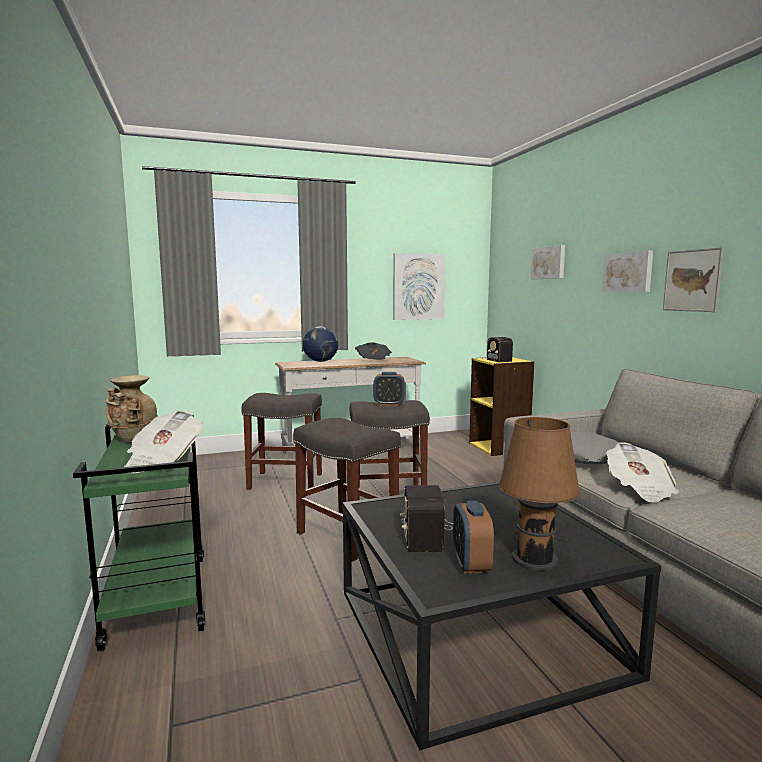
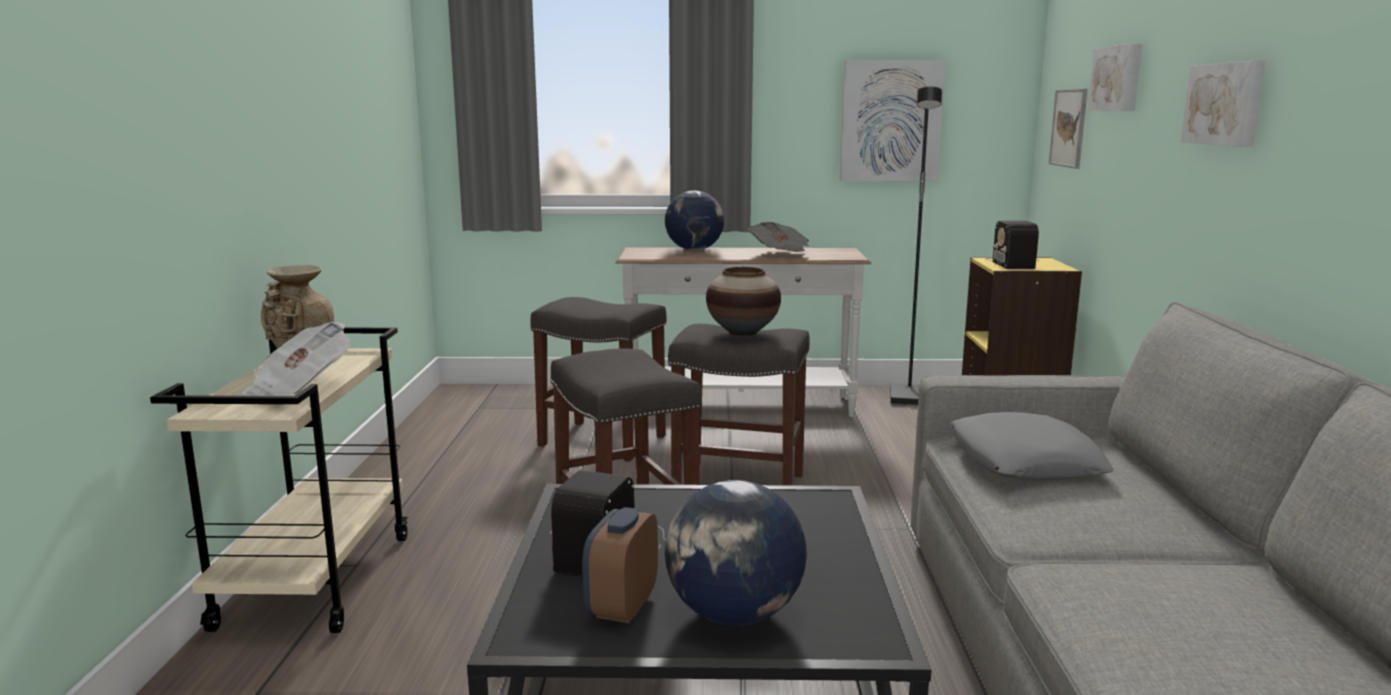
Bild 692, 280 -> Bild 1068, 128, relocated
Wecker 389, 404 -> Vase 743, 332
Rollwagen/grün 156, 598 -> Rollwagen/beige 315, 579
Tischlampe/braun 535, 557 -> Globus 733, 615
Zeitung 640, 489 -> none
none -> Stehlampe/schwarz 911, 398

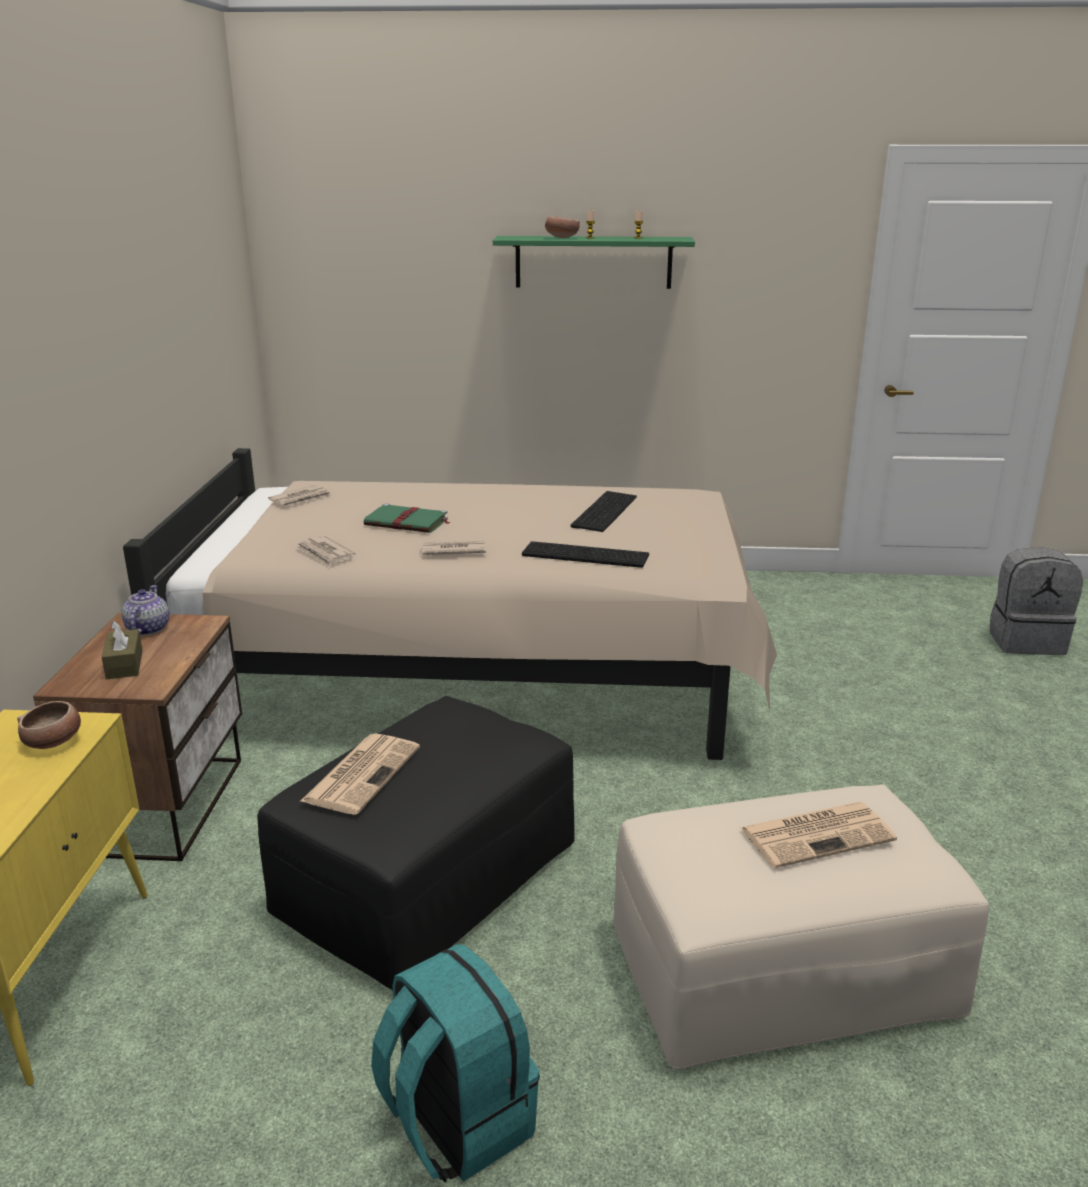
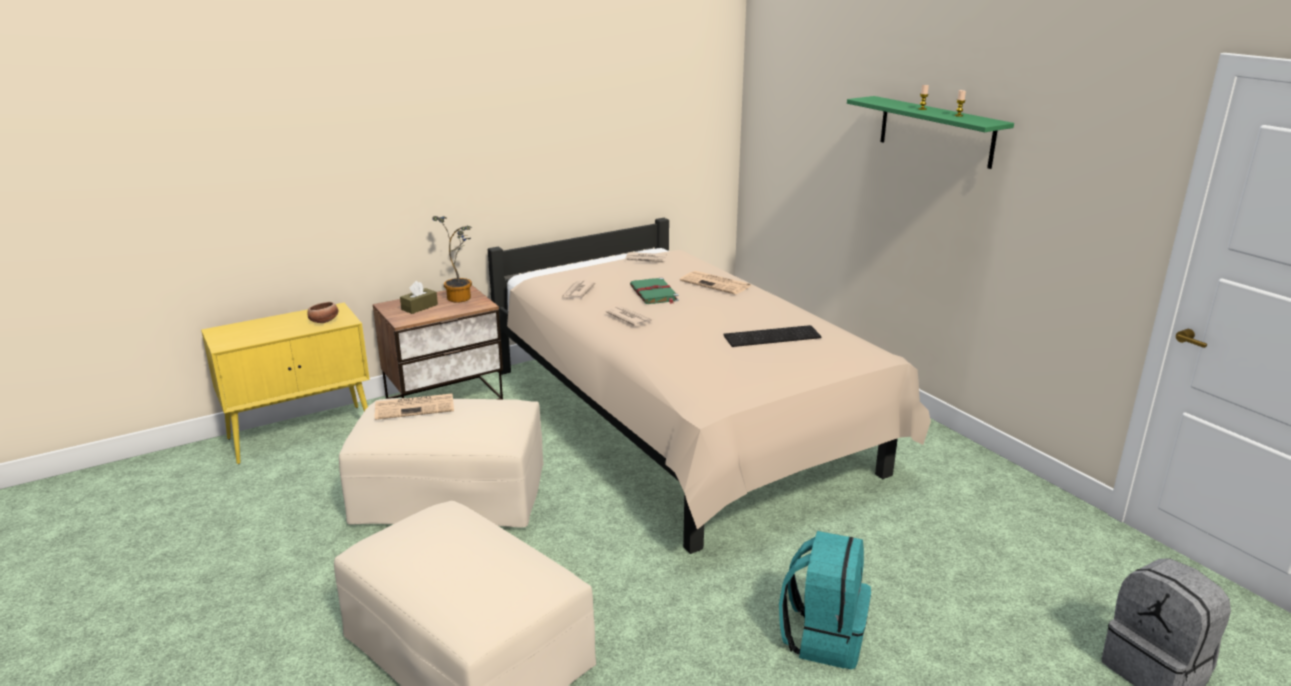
Schüssel 561, 238 -> none
Tastatur 583, 555 -> none
Teekanne 147, 629 -> Topfpflanze 460, 297
Polsterhocker/schwarz 427, 878 -> Polsterhocker/beige 451, 496
Zeitung 818, 834 -> Zeitung 716, 284, relocated
Rucksack/türkis 456, 1122 -> Rucksack/türkis 823, 637, relocated

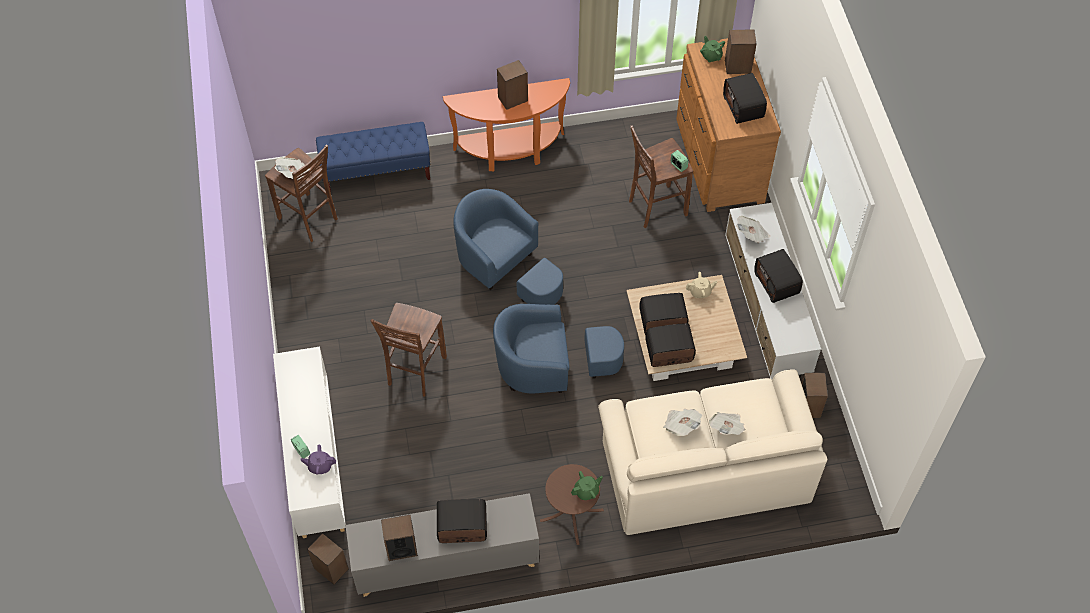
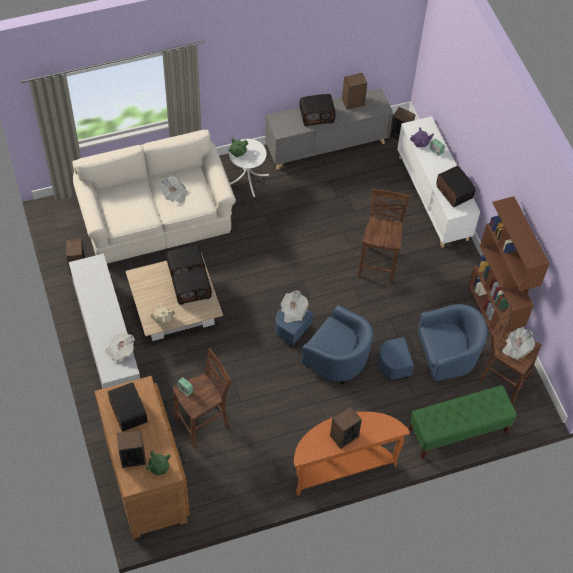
Bank/blau 377, 172 -> Bank/grün 458, 431
Radio 777, 283 -> Radio 453, 193, relocated
Sessel/blau 550, 366 -> Sessel/blau 434, 359, relocated
Zeitung 727, 427 -> Zeitung 293, 311, relocated
Beistelltisch/braun 571, 515 -> Beistelltisch/weiß 247, 179
none -> Bücherregal/braun 494, 315

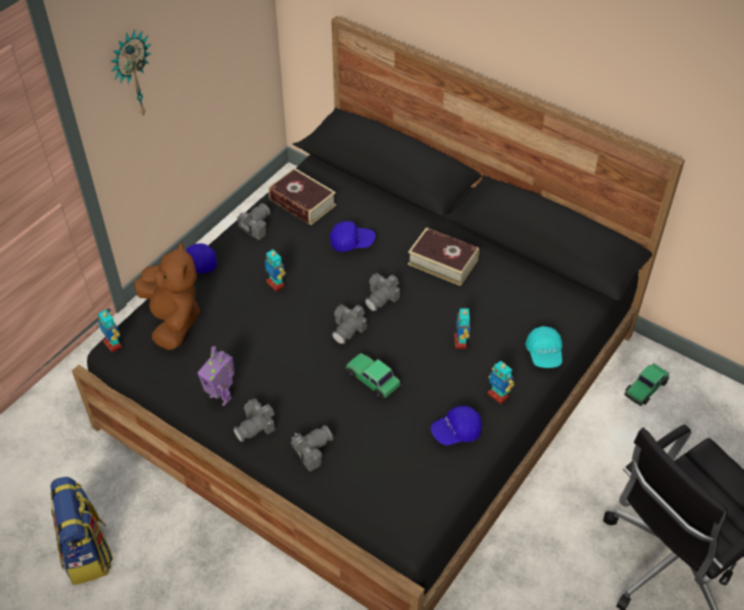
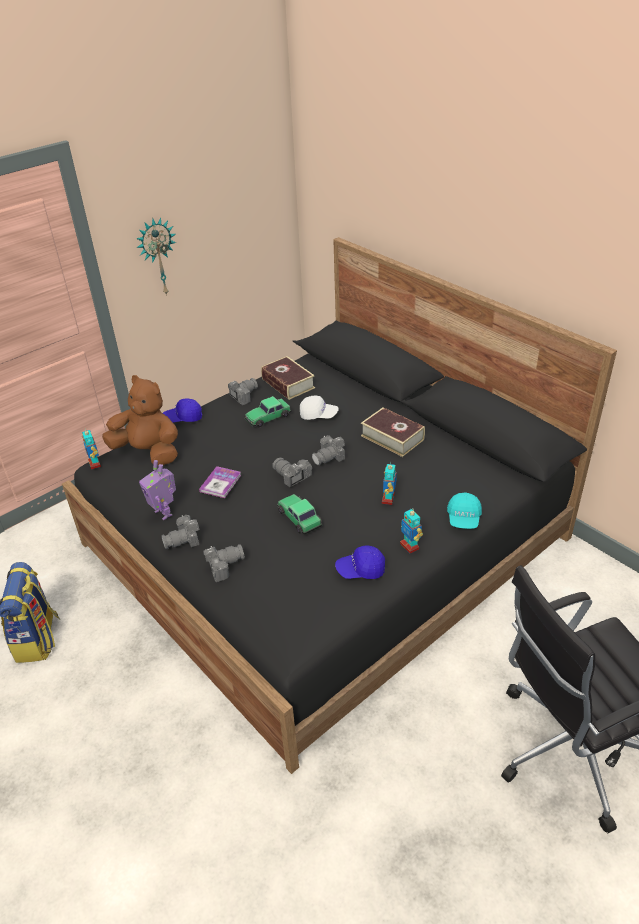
Kappe/blau 352, 242 -> Kappe/weiß 318, 415
Plüschtier/braun 173, 320 -> Plüschtier/braun 148, 452, 60 degrees counterclockwise
Spielzeugroboter 276, 284 -> none
Kamera 348, 329 -> Kamera 292, 476, 90 degrees clockwise
Spielzeugauto 645, 388 -> Spielzeugauto 268, 417, relocated
none -> Buch 220, 483

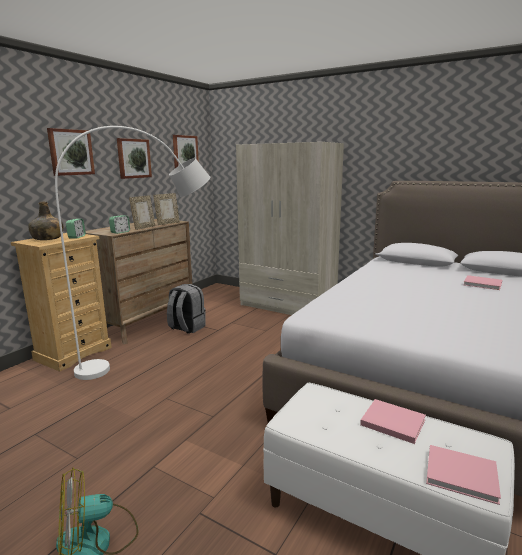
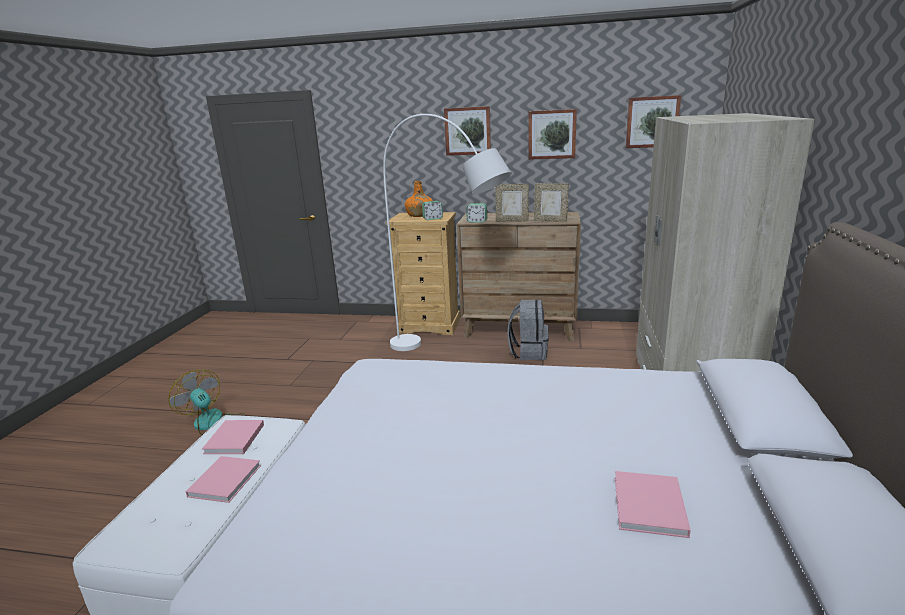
Flasche/grün 47, 238 -> Flasche/orange 419, 215
Buch/rosa 464, 476 -> Buch/rosa 234, 440, relocated

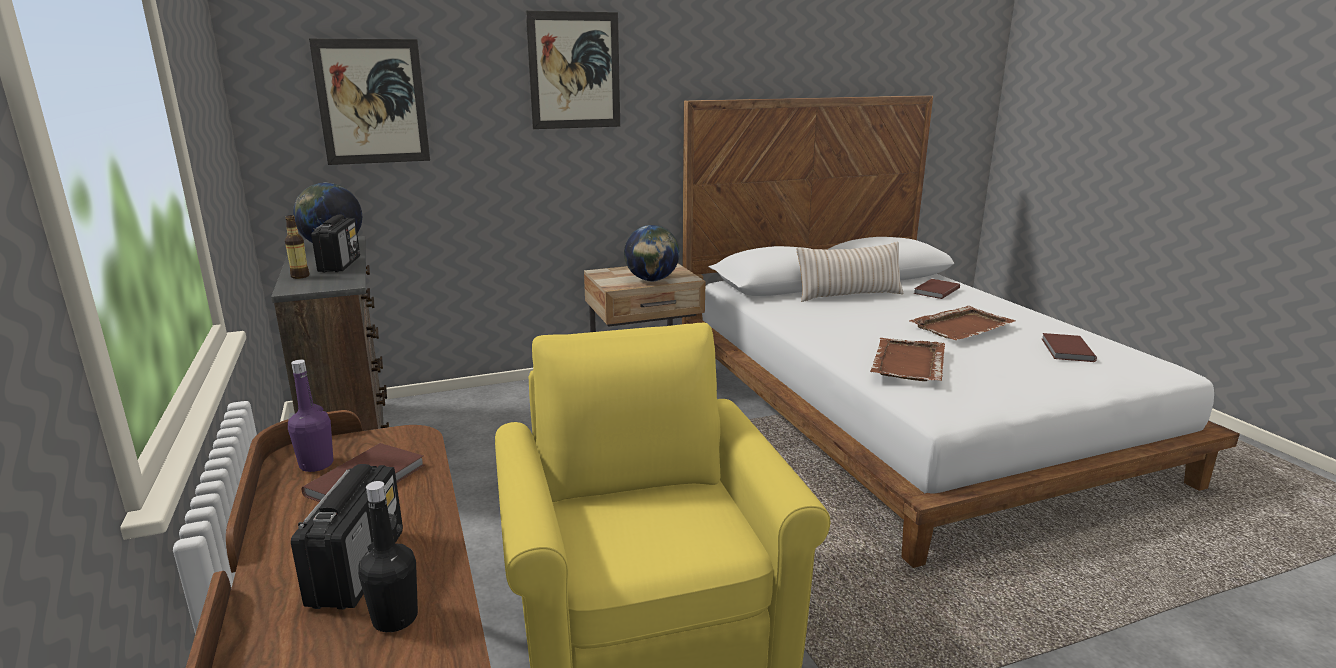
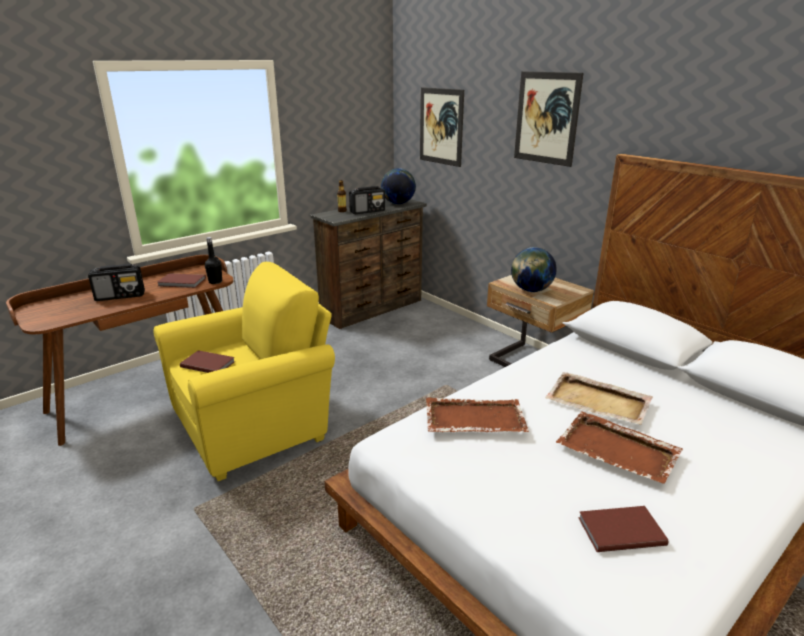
Kissen/beige 849, 295 -> none
Buch/braun 935, 291 -> Buch/braun 208, 364, relocated
Flasche/lila 316, 464 -> none
Flasche/schwarz 395, 618 -> Flasche/schwarz 215, 282, relocated
none -> Tablett/beige 599, 401

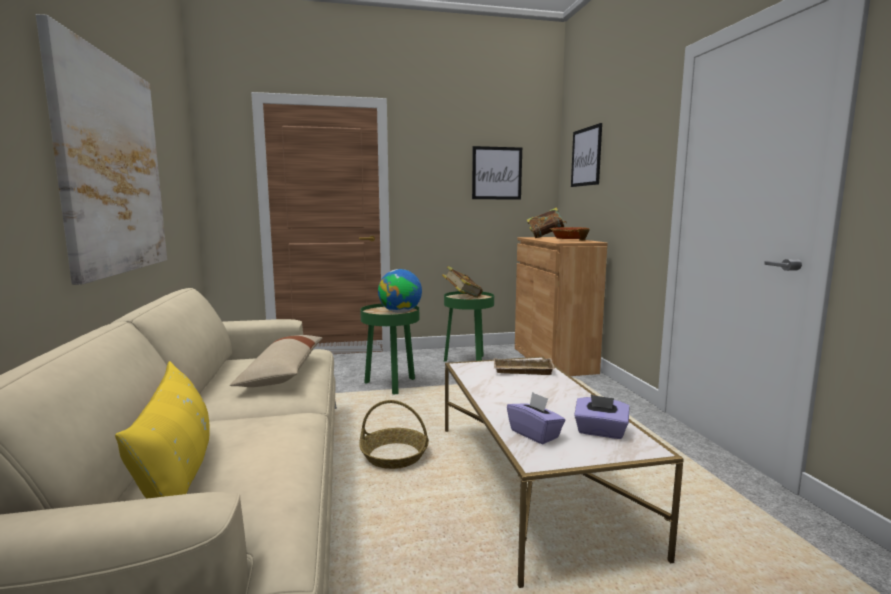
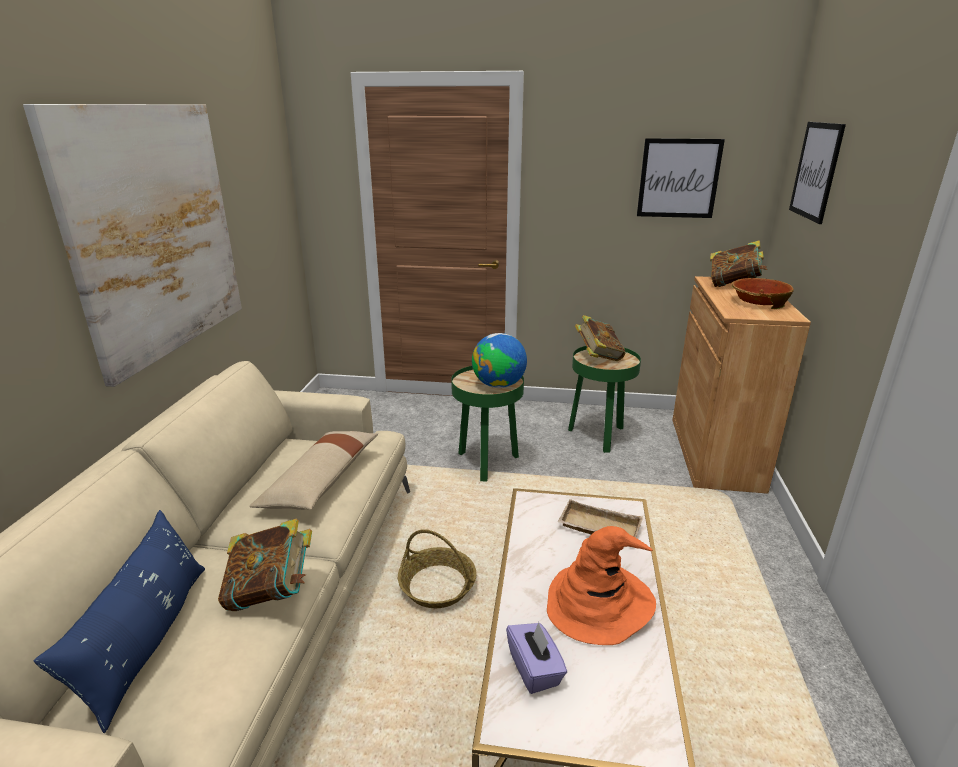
Kissen/gelb 178, 471 -> Kissen/blau 148, 639
Taschentuchbox/lila 600, 432 -> none
none -> Buch 272, 592
none -> Hut/orange 598, 603

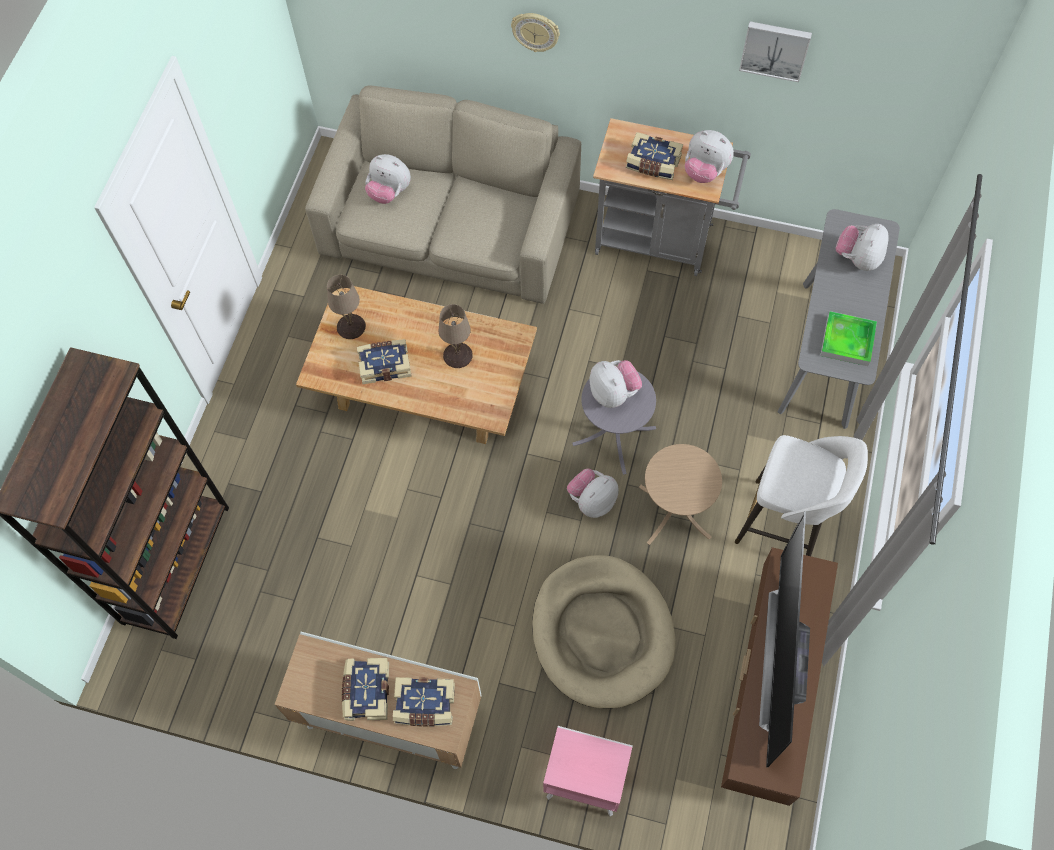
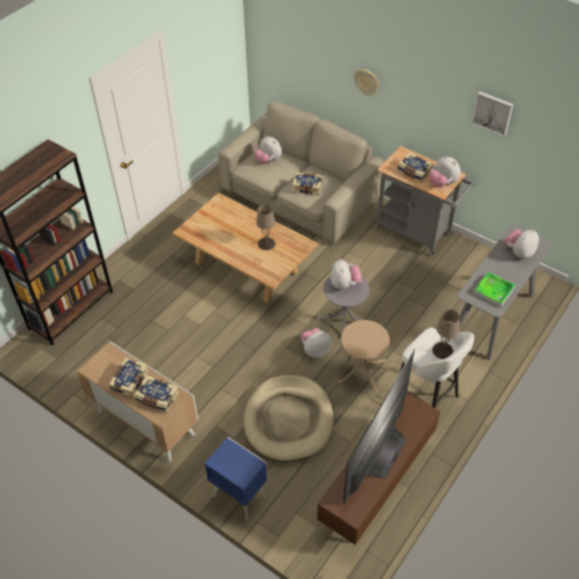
Tischlampe/beige 351, 326 -> Tischlampe/beige 442, 350, relocated
Buch 385, 364 -> Buch 307, 187, relocated
Nachttisch/rosa 583, 781 -> Nachttisch/blau 239, 495

